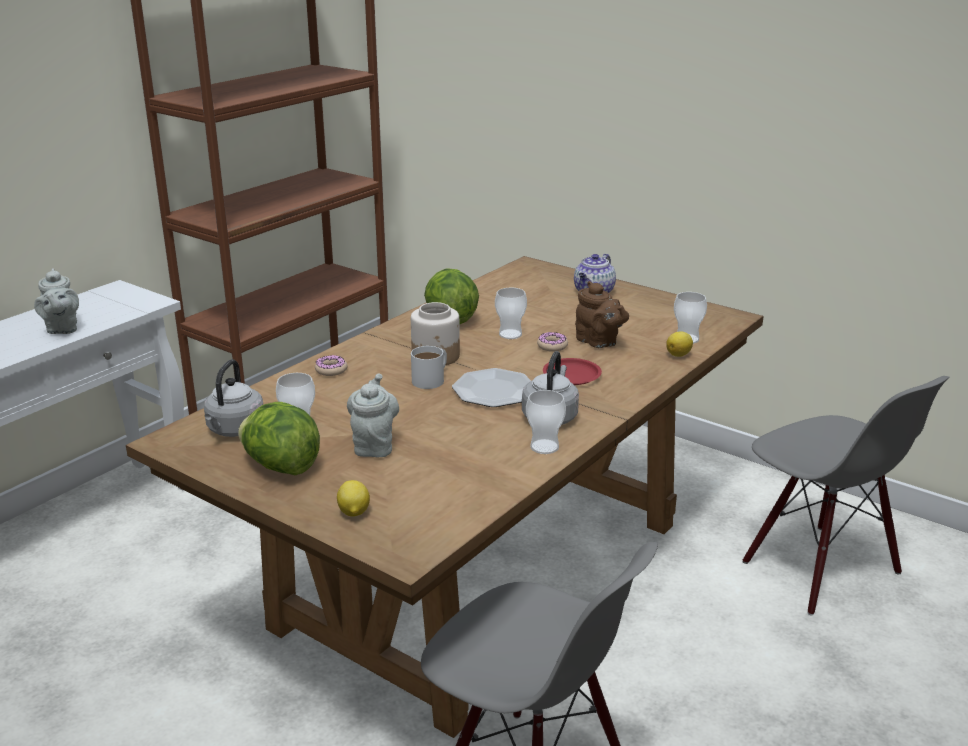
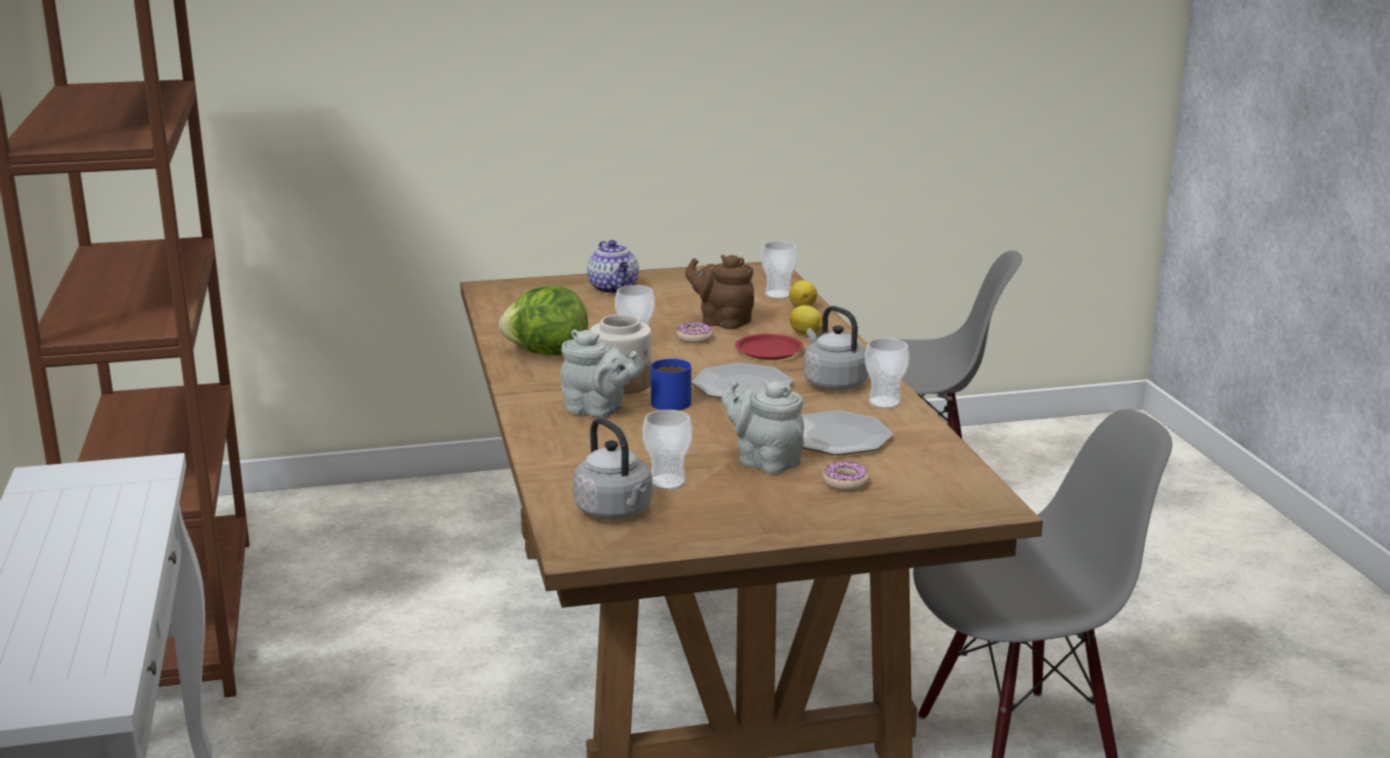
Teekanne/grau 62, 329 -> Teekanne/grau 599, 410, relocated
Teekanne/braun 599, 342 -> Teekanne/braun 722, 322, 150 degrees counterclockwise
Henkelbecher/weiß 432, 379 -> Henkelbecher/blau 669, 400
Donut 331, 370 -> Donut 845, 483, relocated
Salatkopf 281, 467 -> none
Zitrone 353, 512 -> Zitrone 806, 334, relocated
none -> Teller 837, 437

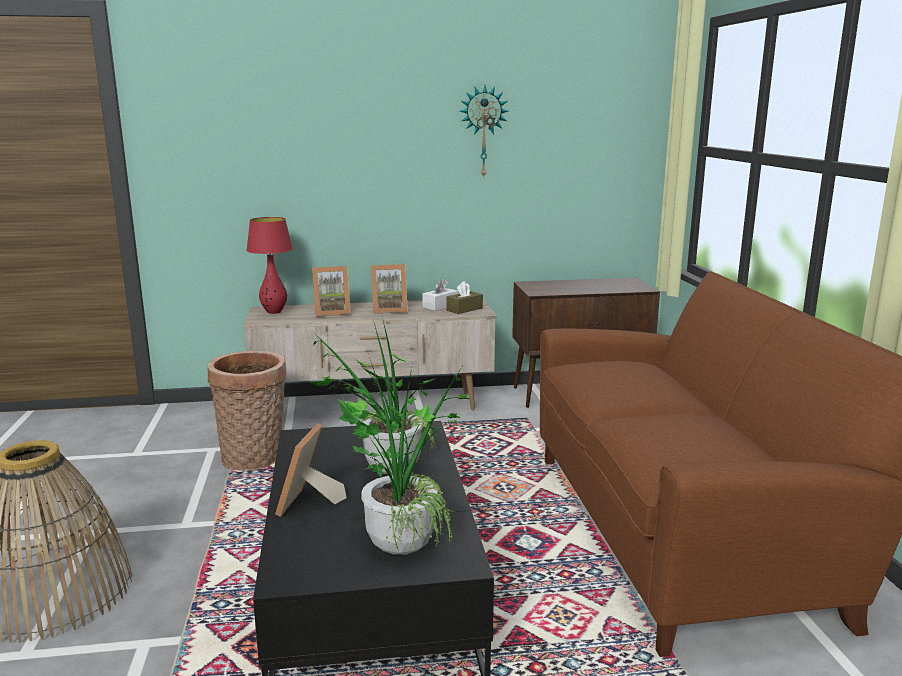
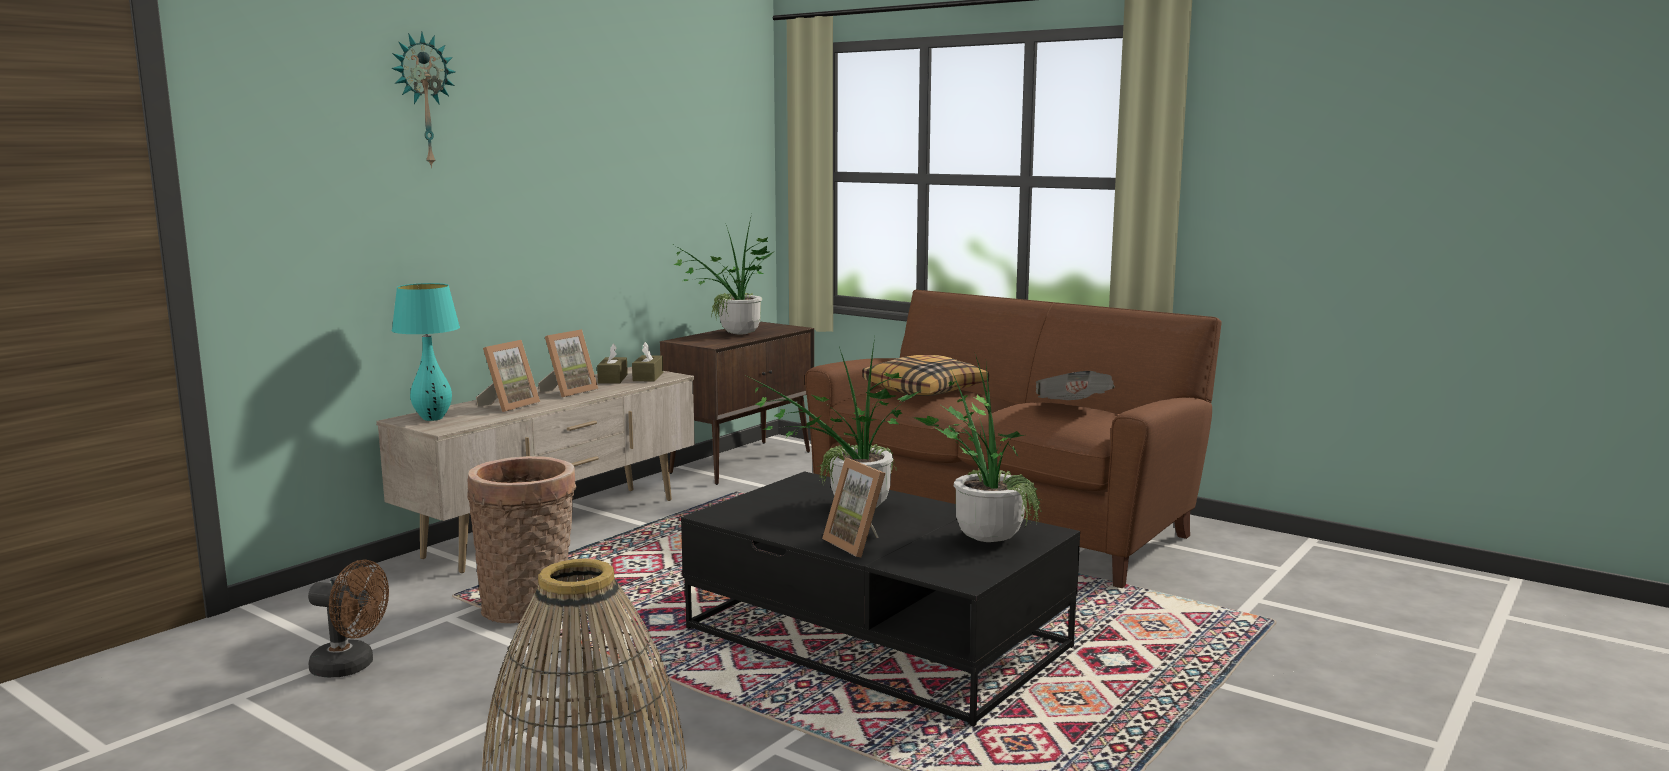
Wanduhr 483, 132 -> Wanduhr 423, 100, relocated
Tischlampe/rot 274, 312 -> Tischlampe/türkis 433, 418
Taschentuchbox/weiß 440, 306 -> Taschentuchbox/braun 613, 379
none -> Topfpflanze 734, 335
none -> Kissen 925, 390
none -> Zeitung 1073, 408
none -> Ventilator/braun 351, 667

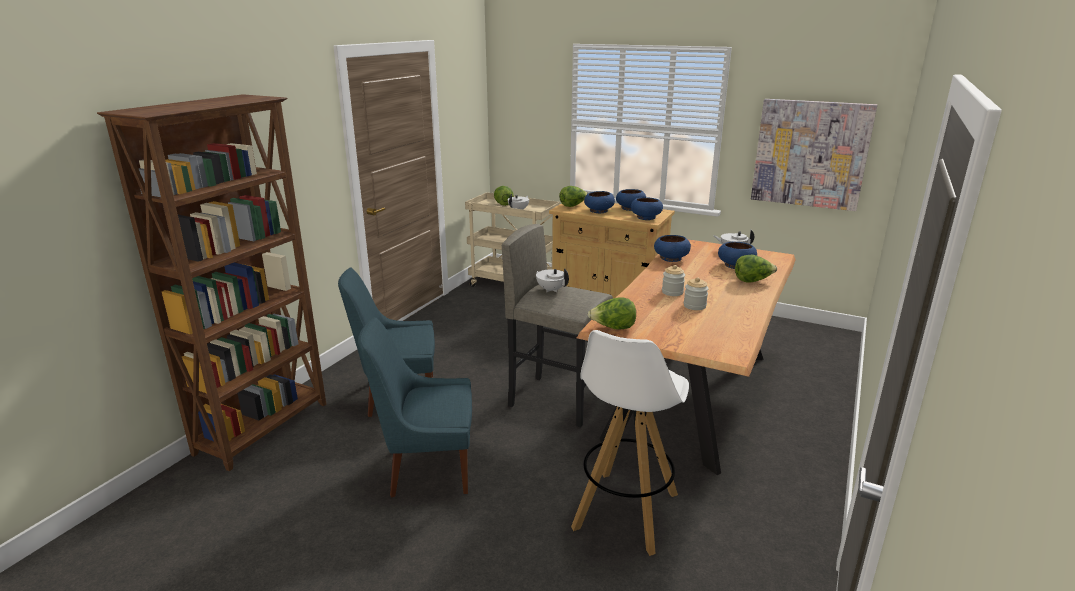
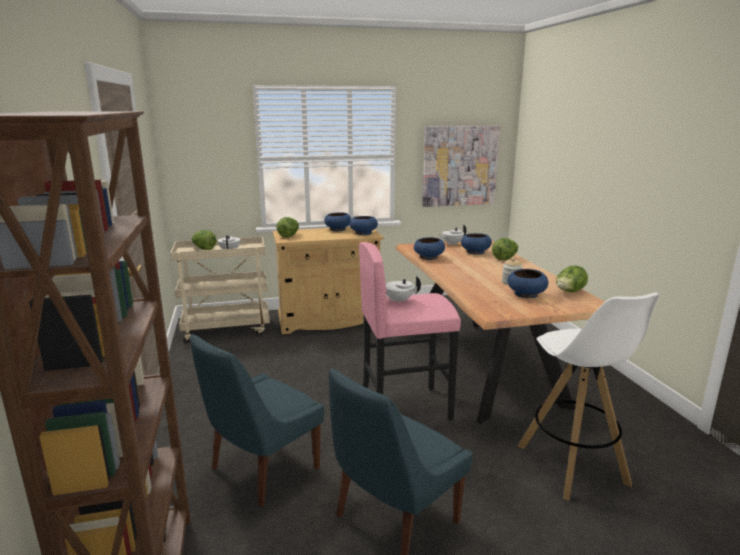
Schüssel/blau 598, 211 -> Schüssel/blau 526, 295, relocated
Hocker/grau 557, 400 -> Hocker/rosa 405, 407
Vorratsglas 672, 292 -> none
Salatkopf 613, 328 -> Salatkopf 569, 292, relocated

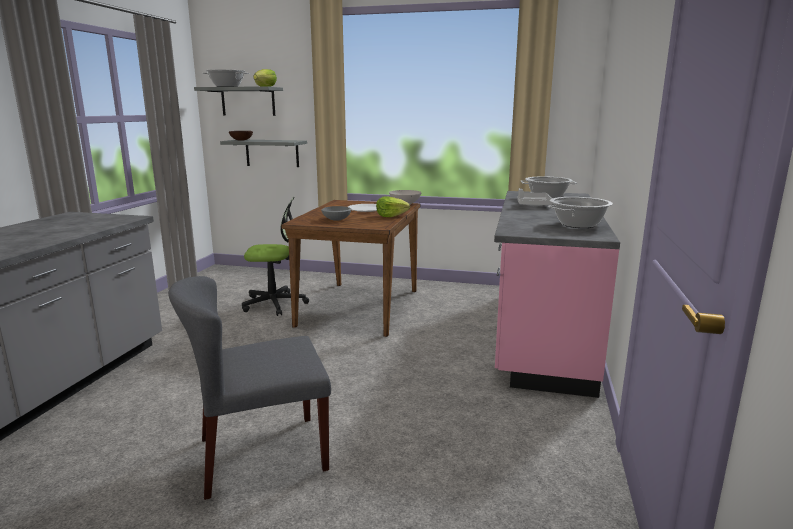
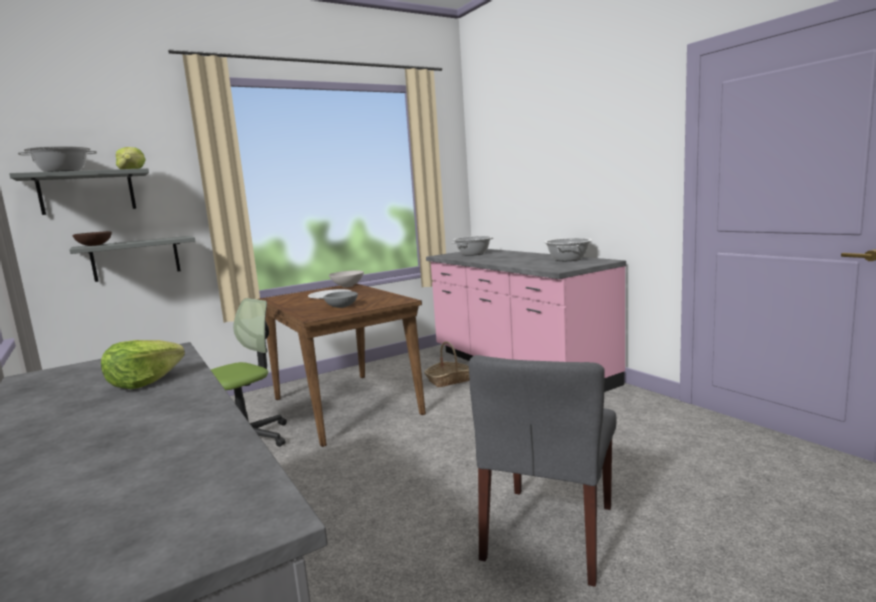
Tablett/grau 533, 205 -> none
Salatkopf 391, 216 -> Salatkopf 144, 382, relocated
none -> Korb 449, 380

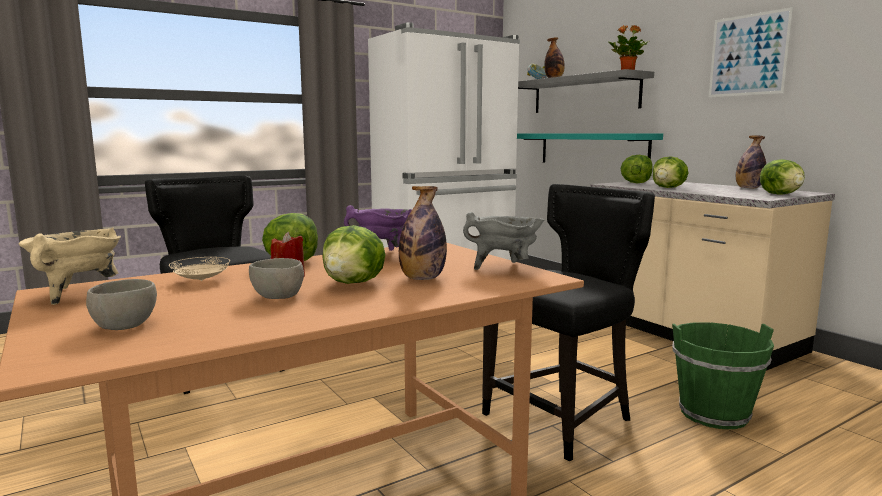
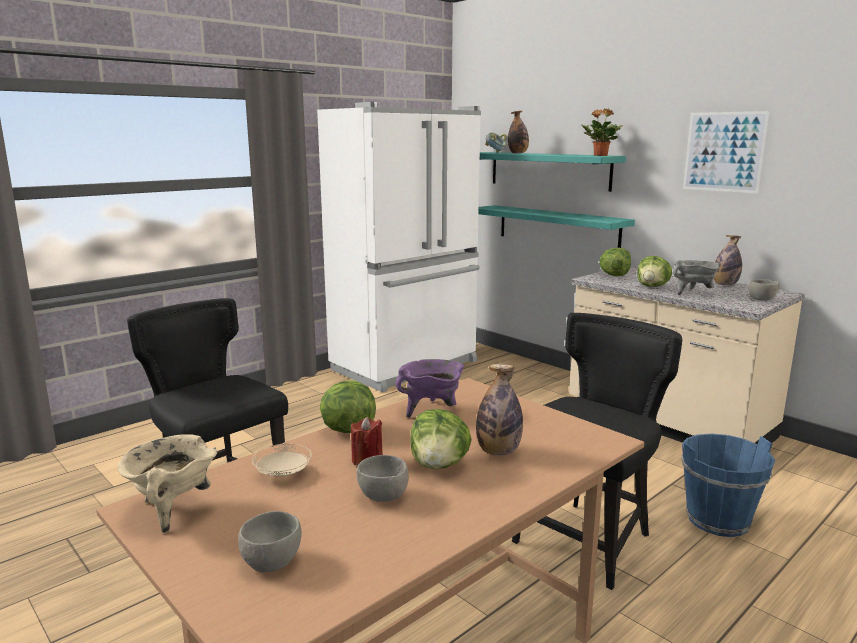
Wandregal/grau 584, 94 -> Wandregal/türkis 548, 170
Salatkopf 781, 194 -> Schüssel/grau 761, 299
Kochtopf/grau 505, 268 -> Kochtopf/grau 693, 293, relocated
Eimer/grün 714, 414 -> Eimer/blau 718, 520

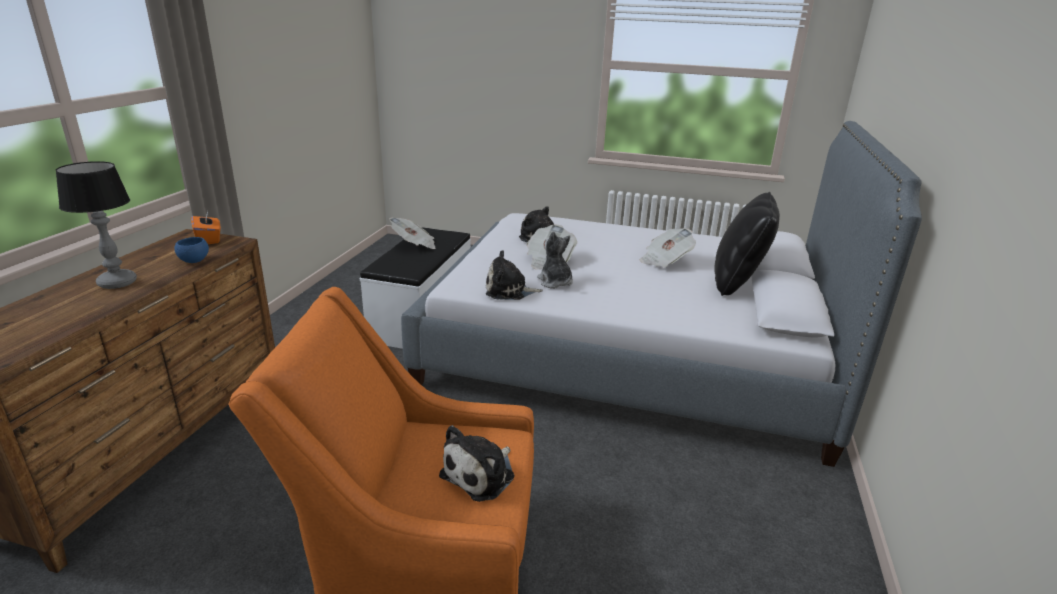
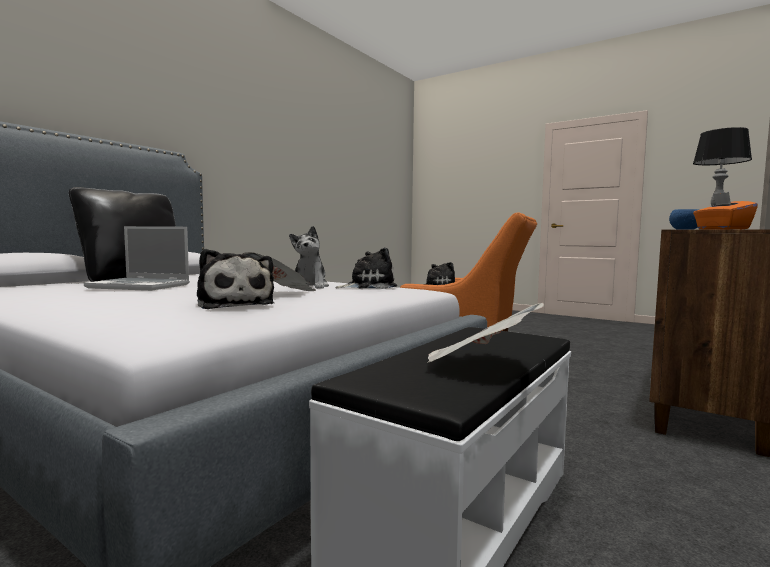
Zeitung 665, 260 -> Laptop 141, 286
Plüschtier 509, 291 -> Plüschtier 368, 286, 45 degrees counterclockwise

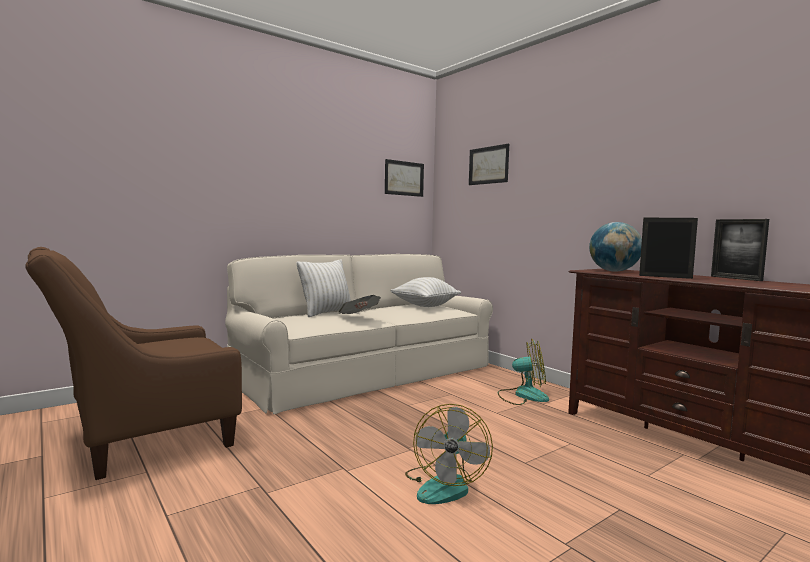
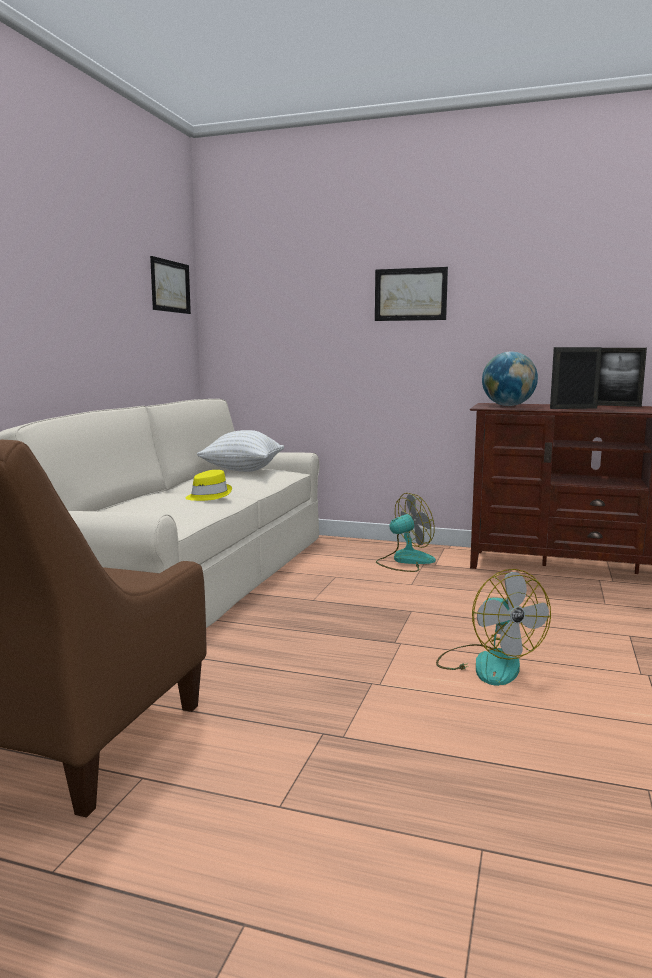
Bild 488, 165 -> Bild 410, 294, relocated
Kissen/weiß 326, 313 -> none
Zeitung 358, 317 -> Hut/gelb 208, 496

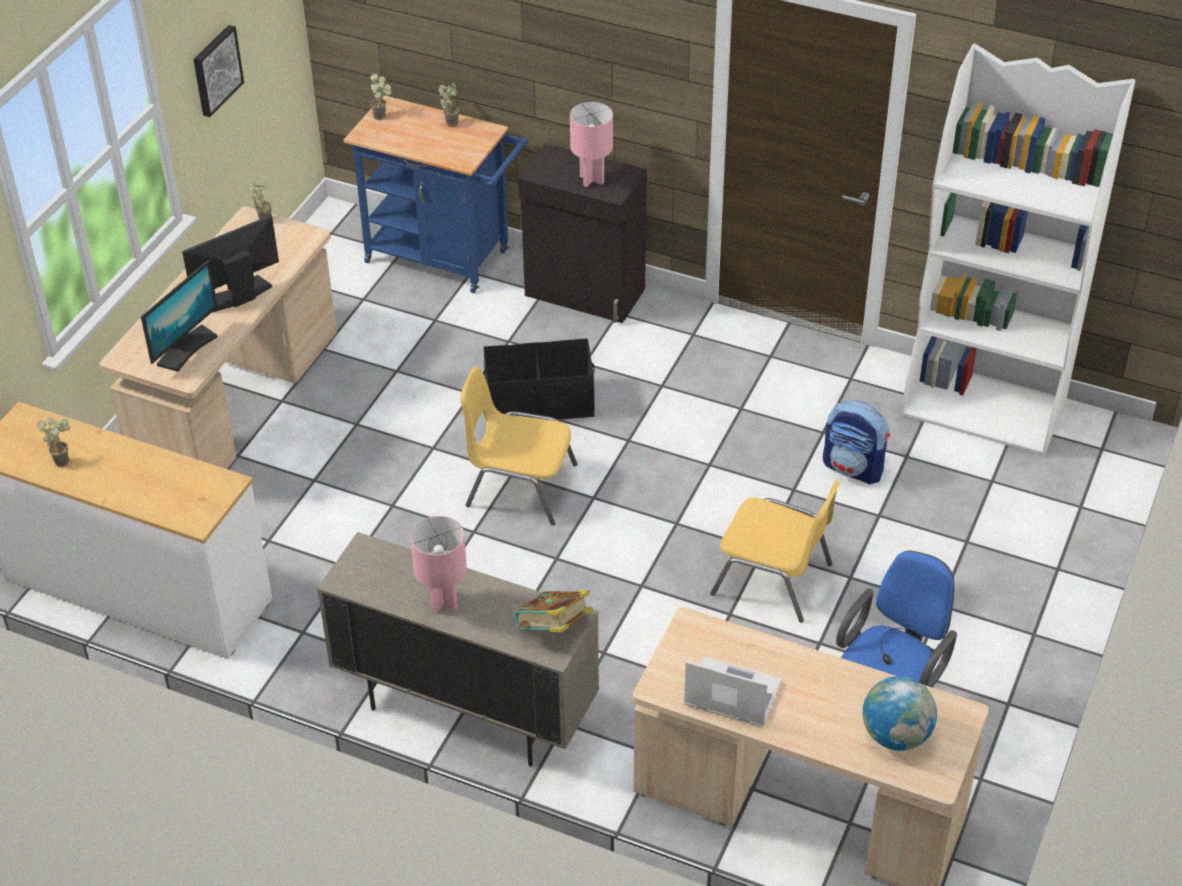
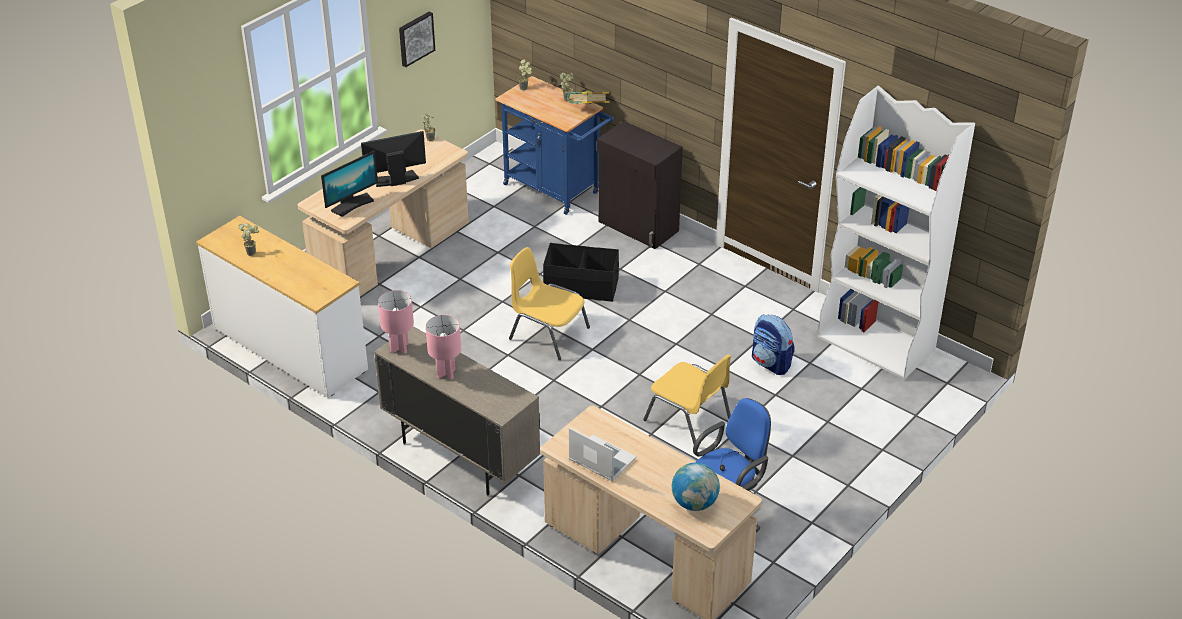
Tischlampe/rosa 591, 179 -> Tischlampe/rosa 399, 348, relocated
Buch 553, 629 -> Buch 588, 110, relocated

